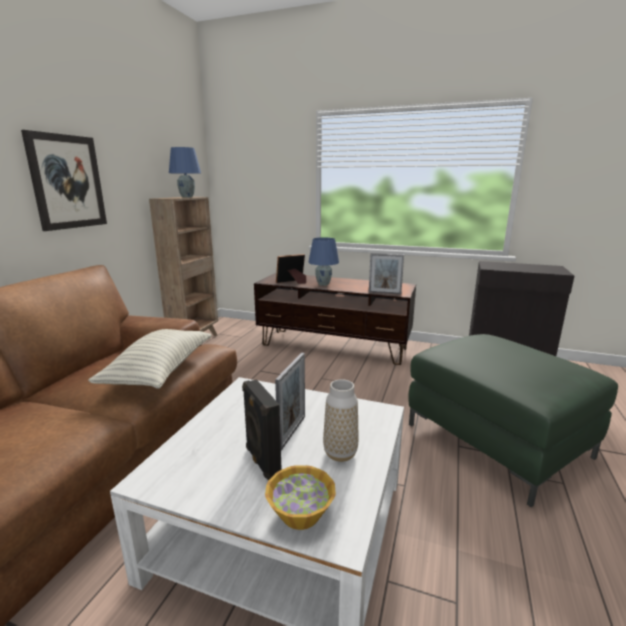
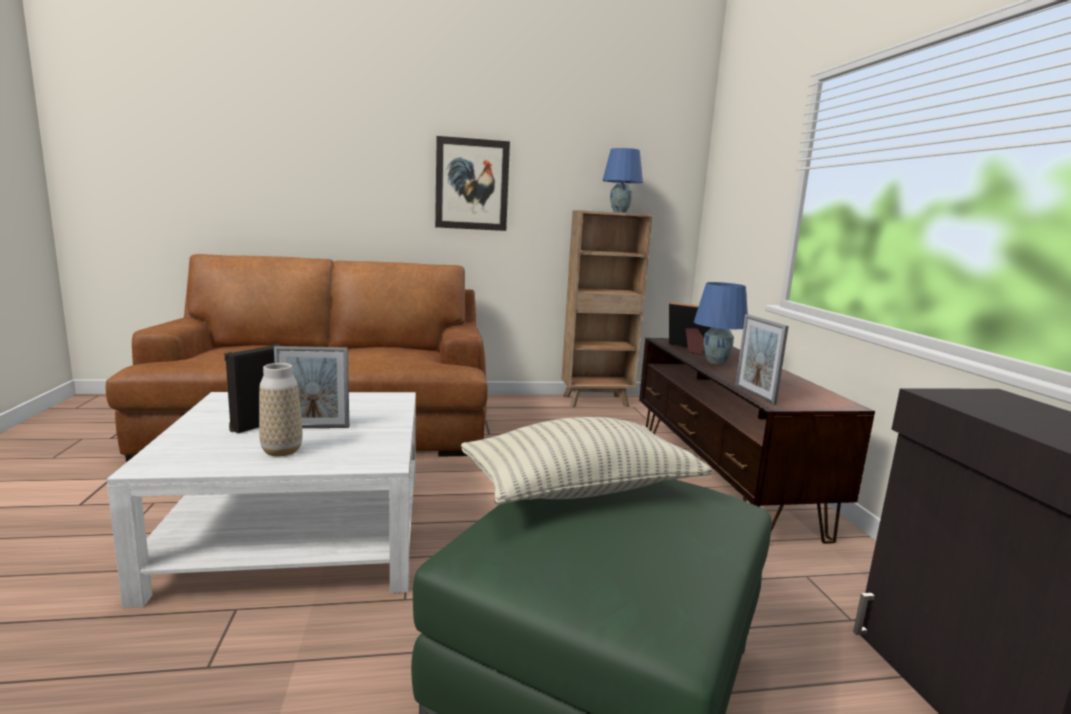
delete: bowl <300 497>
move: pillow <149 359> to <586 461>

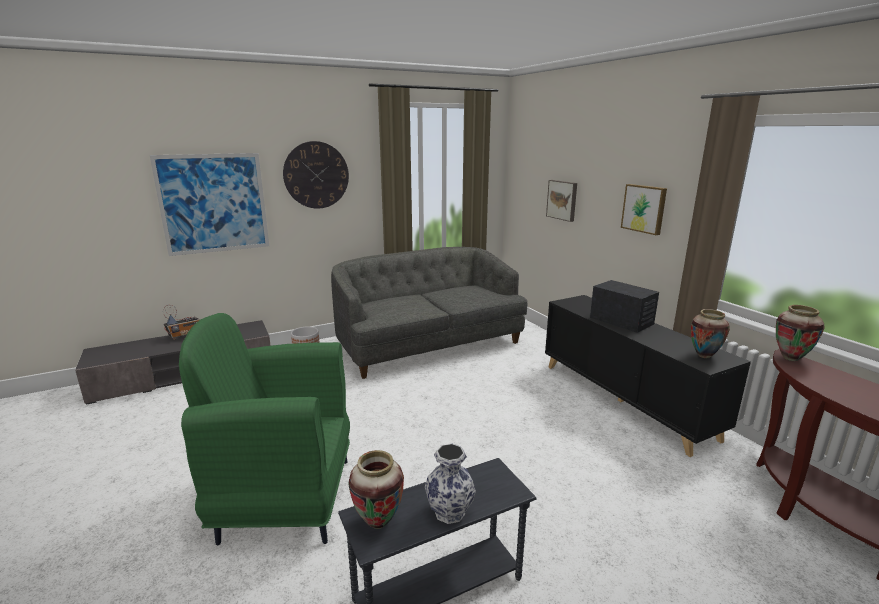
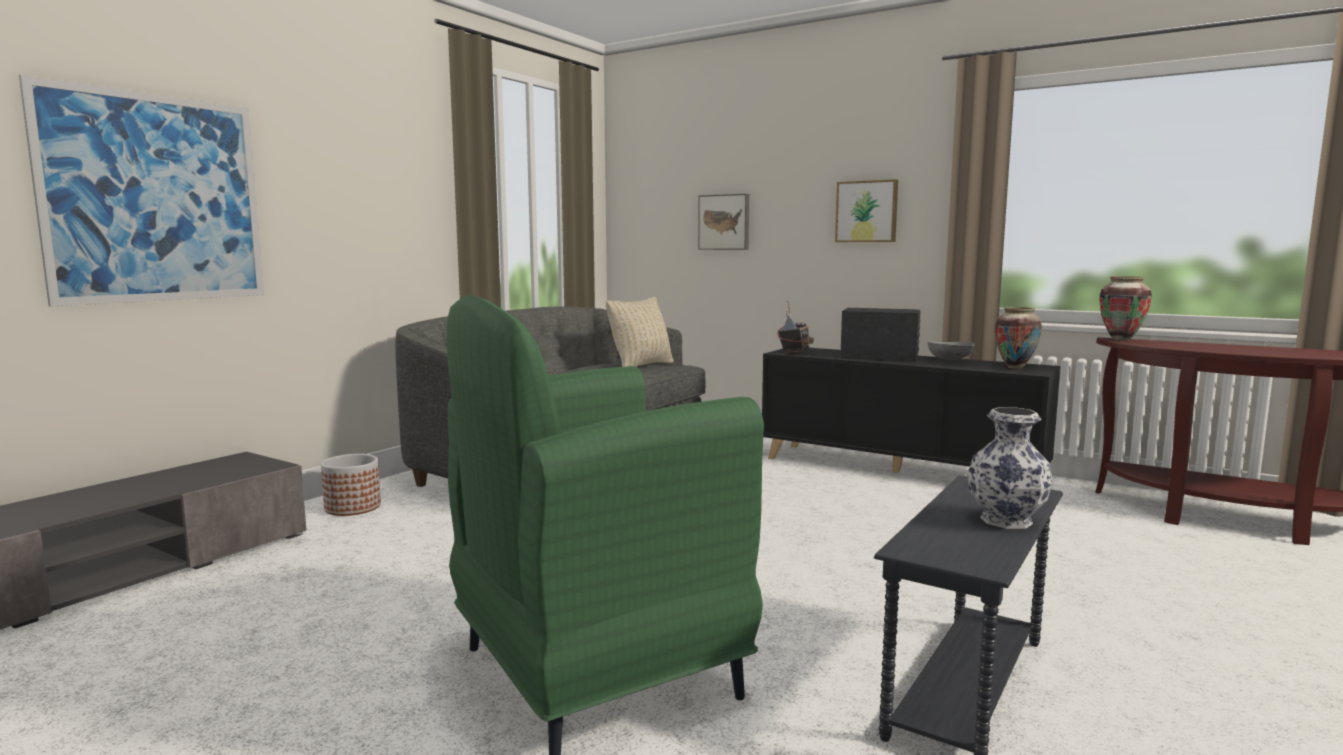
delete: wall clock <316 175>; vase <376 489>
insert: beige pillow <639 332>; grey bowl <951 351>
move: radio <181 322> to <795 327>

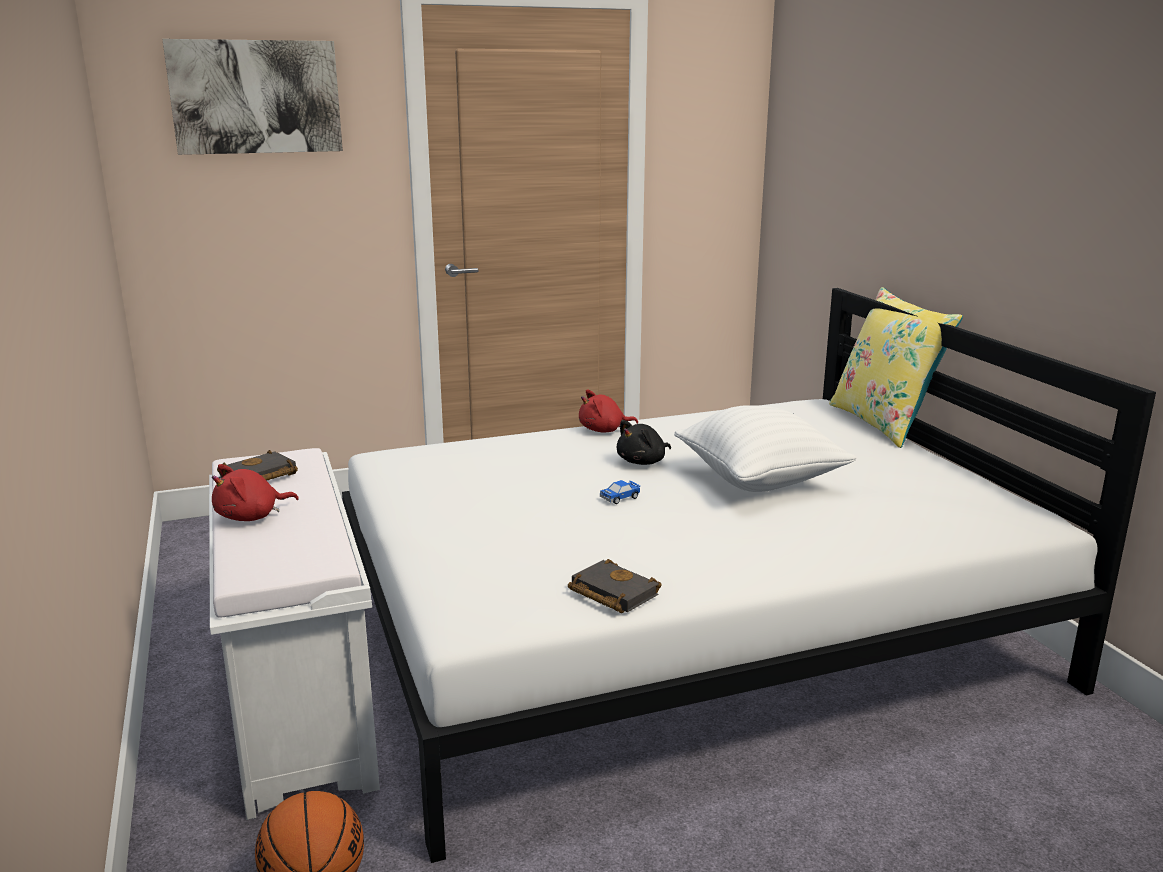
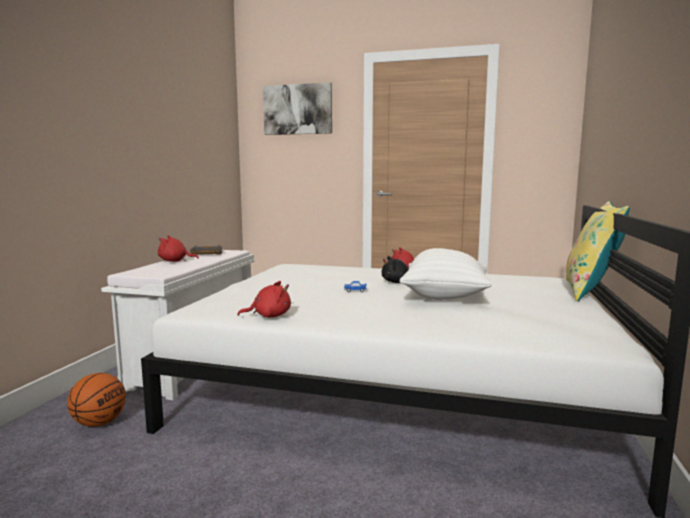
replace: black book <614 586> to red plush toy <264 299>

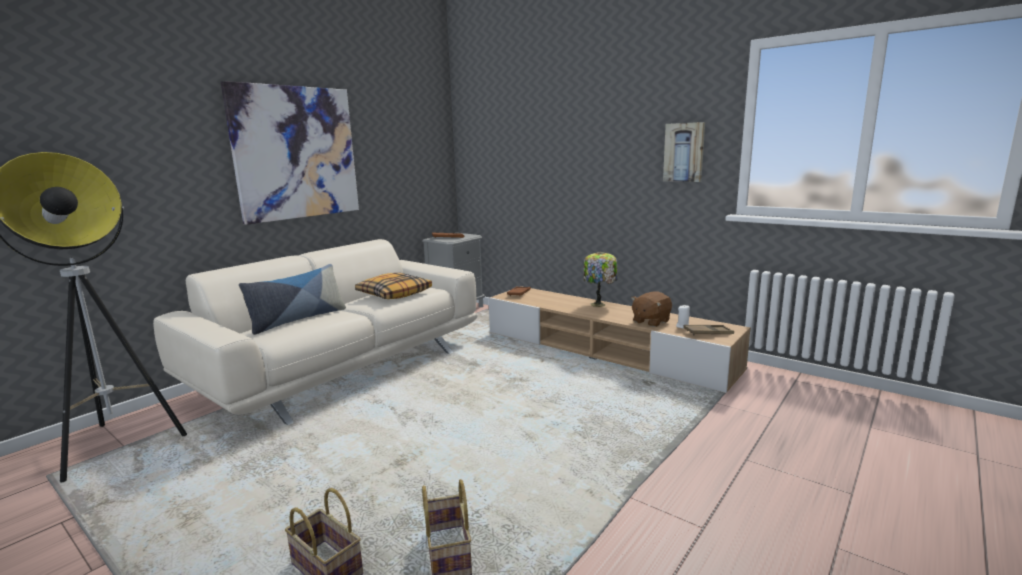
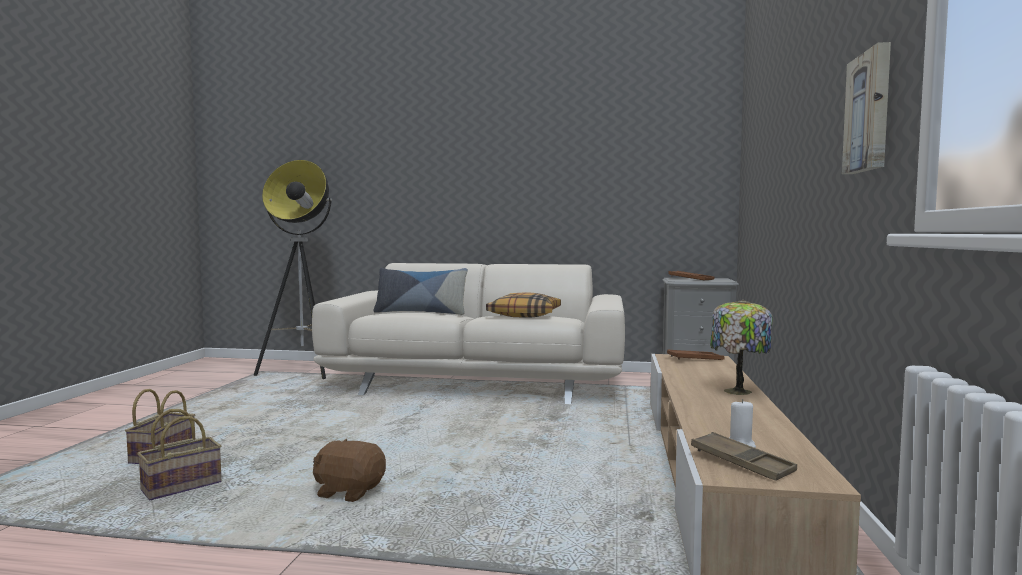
delete: picture <290 153>
move: brown plush toy <651 309> to <349 470>

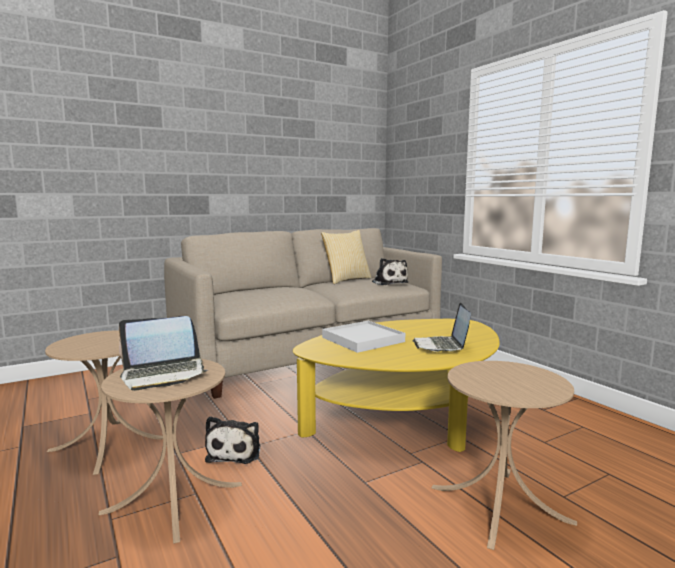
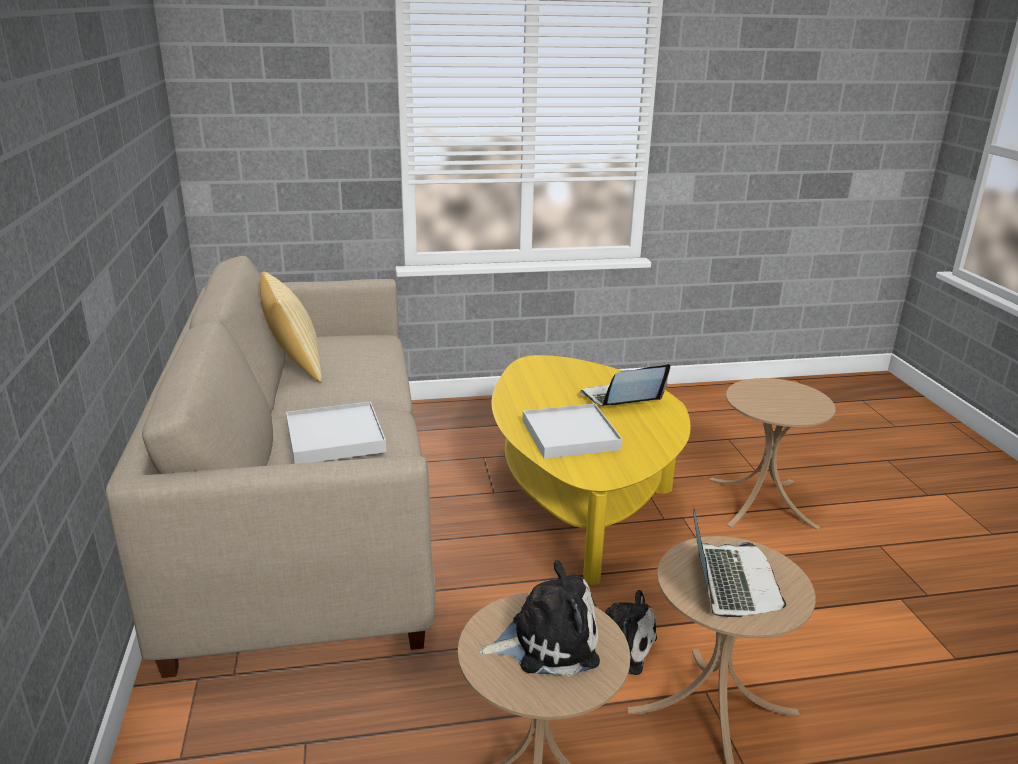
insert: white tray <336 432>
move: plush toy <390 271> to <539 618>
rotate: laptop <442 327> = <625 385> 135 degrees clockwise

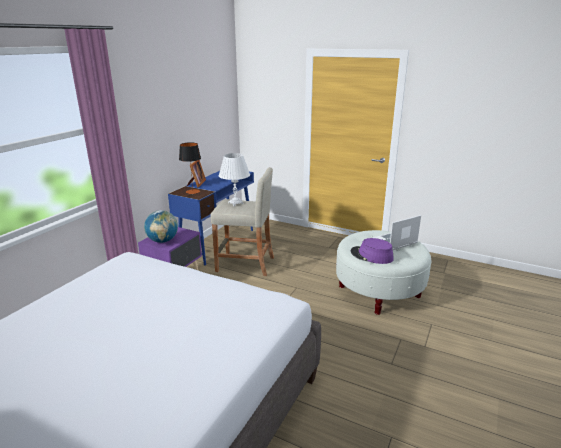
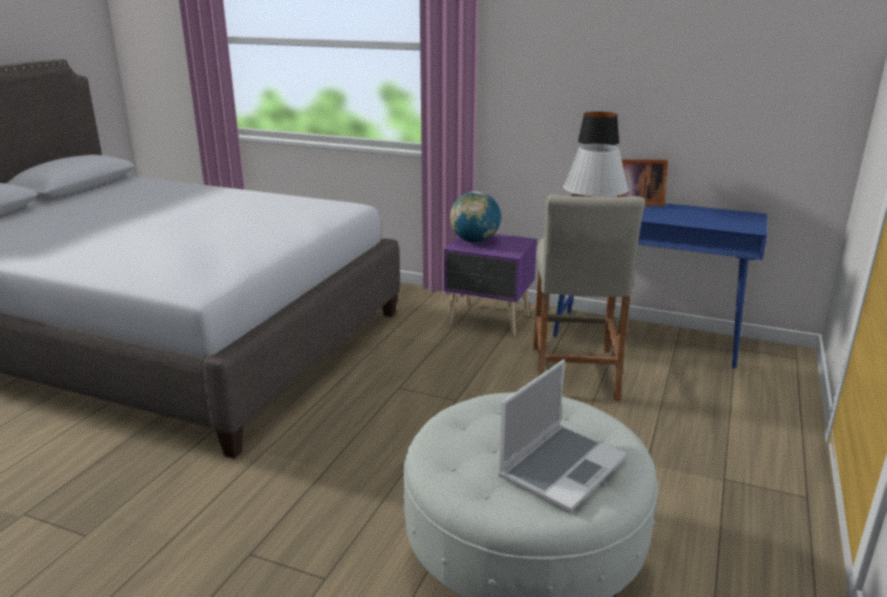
delete: purple hat <372 251>
rotate: laptop <397 232> = <562 435> 75 degrees clockwise

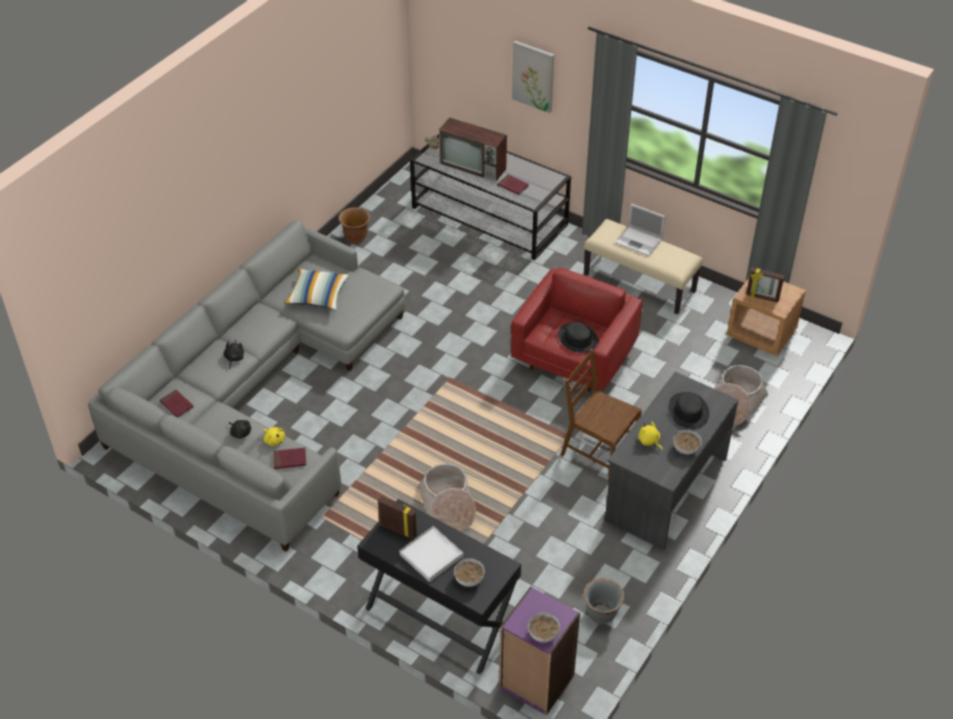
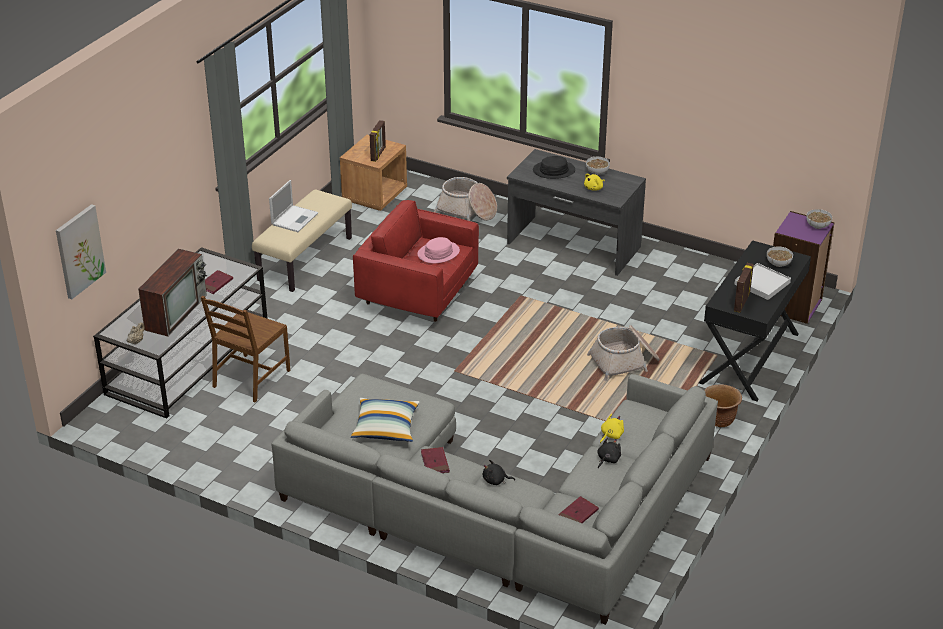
delete: grey planter <604 601>
move: red book <290 458> to <435 460>; brown planter <354 225> to <723 405>; picture <533 76> to <81 251>; brown chair <601 414> to <245 349>
recolor: black hat <578 337> to pink hat <439 250>

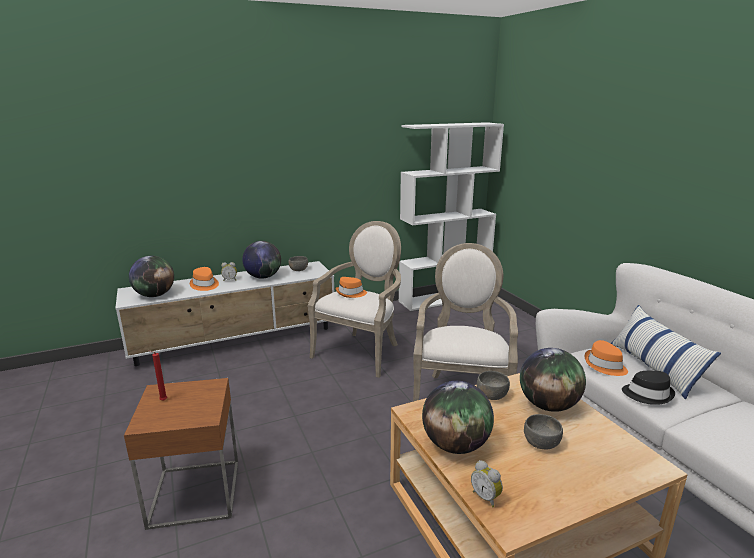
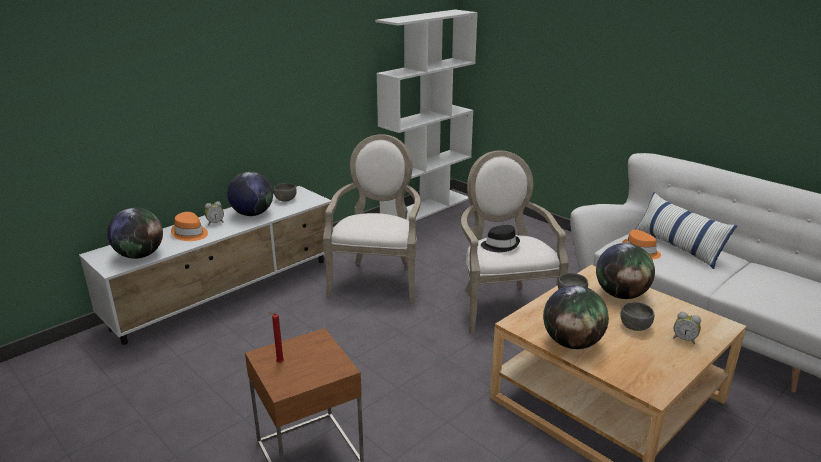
delete: orange hat <351 287>
move: alarm clock <487 483> to <687 328>; black hat <648 387> to <500 238>

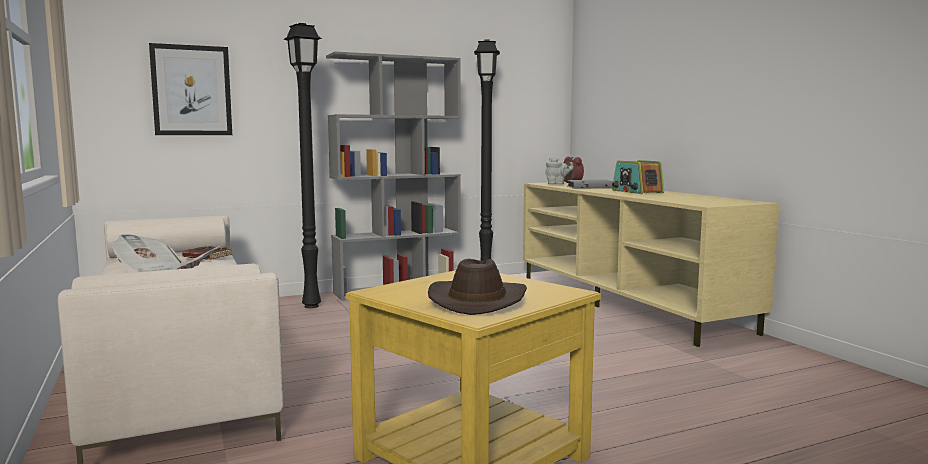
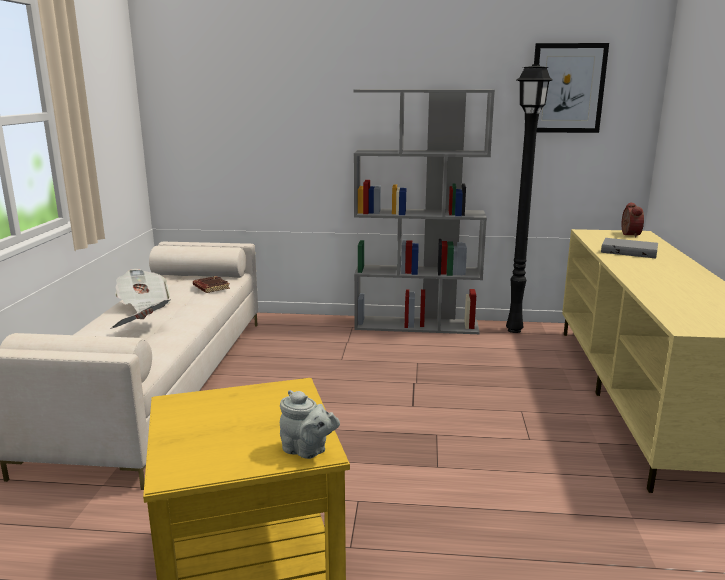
delete: black floor lamp <302 165>; brown hat <477 287>; radio <638 177>
move: picture <190 89> to <571 88>; grey teapot <559 171> to <310 424>

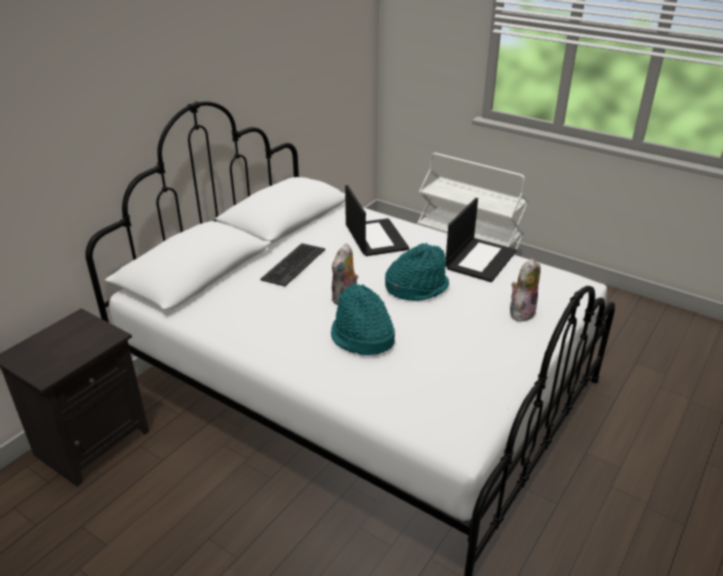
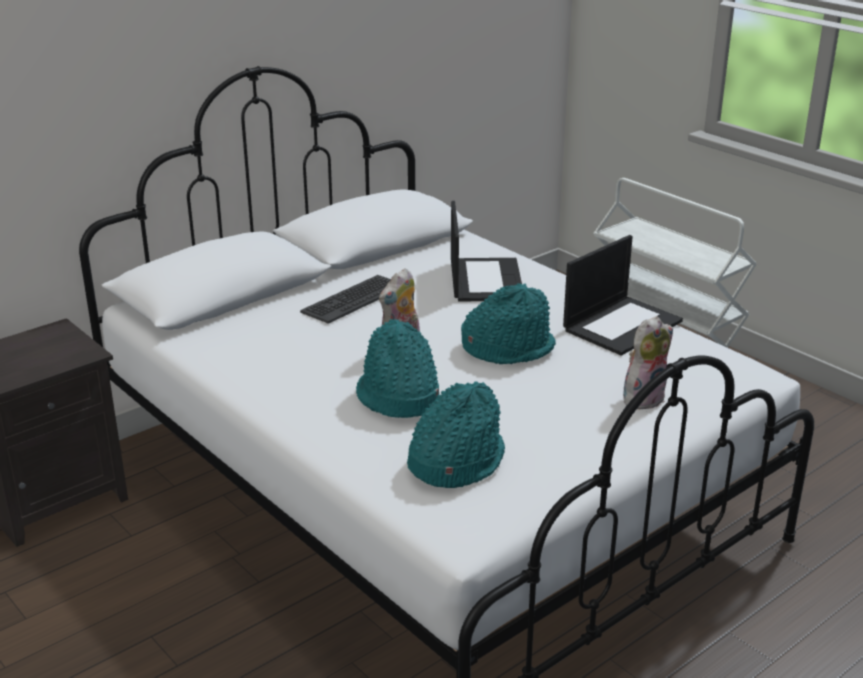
insert: turquoise hat <456 435>

